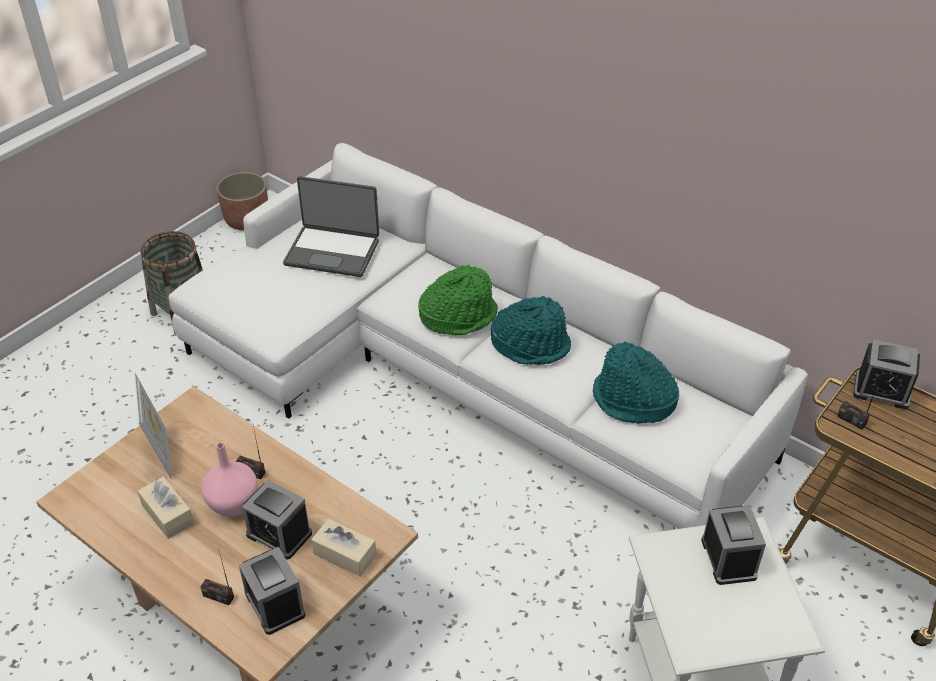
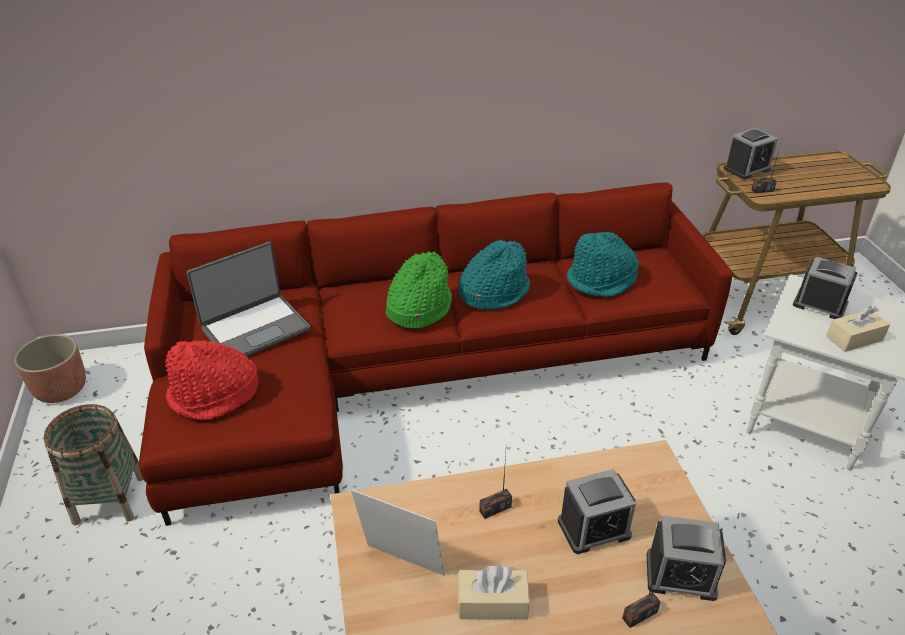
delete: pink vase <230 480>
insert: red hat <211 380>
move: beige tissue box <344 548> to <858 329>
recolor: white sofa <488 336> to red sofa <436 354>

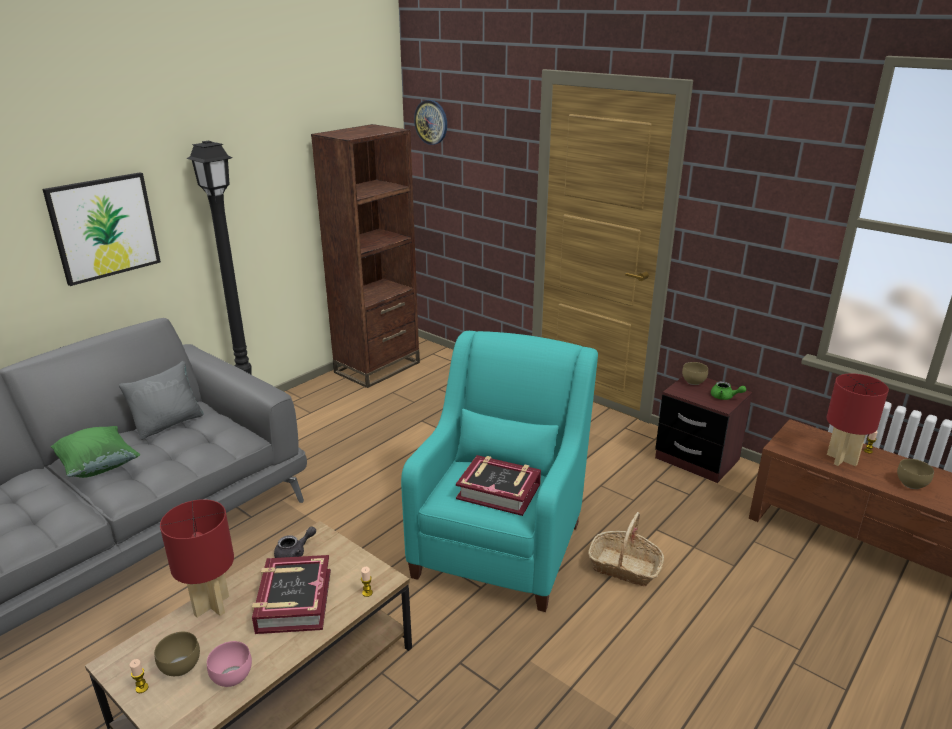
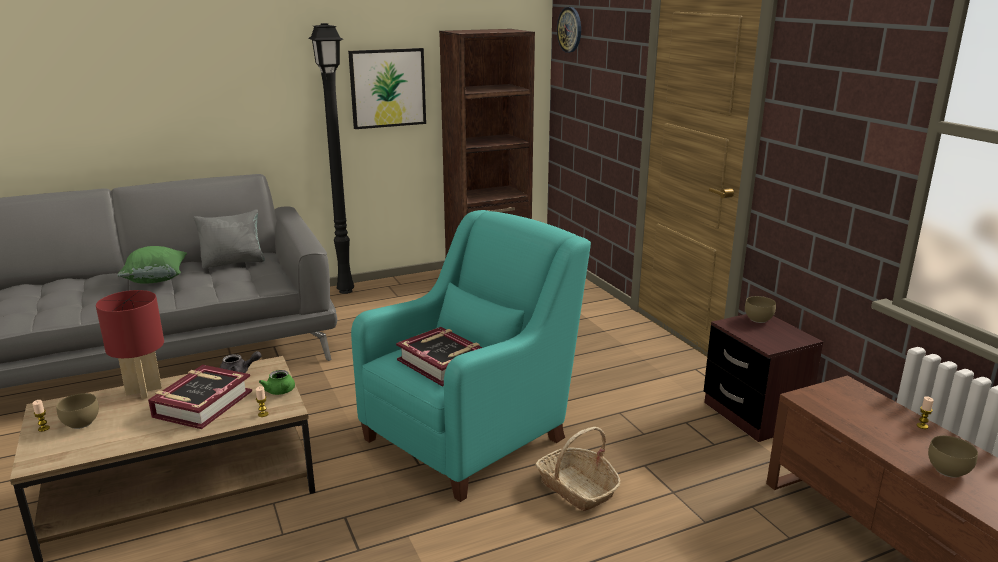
delete: pink bowl <229 664>; red table lamp <857 419>
move: picture <102 229> to <387 88>; green teapot <728 390> to <277 382>

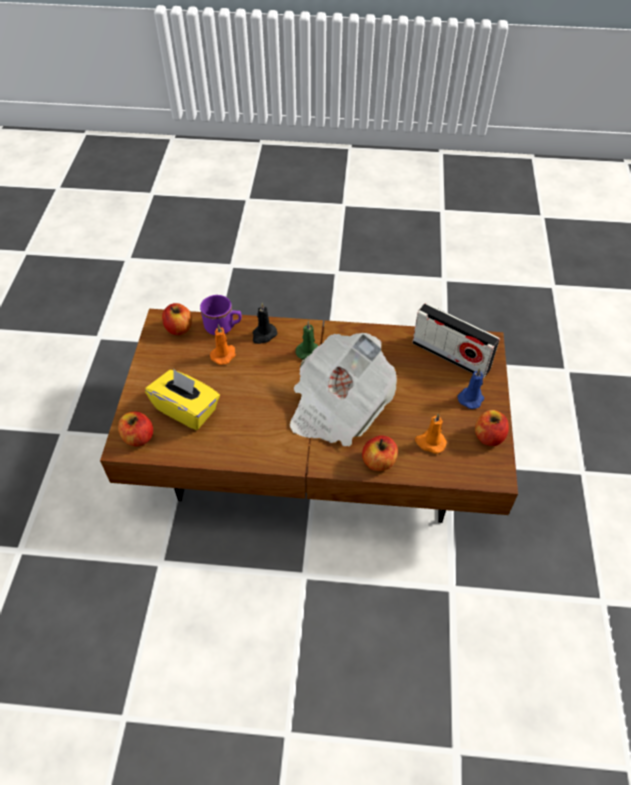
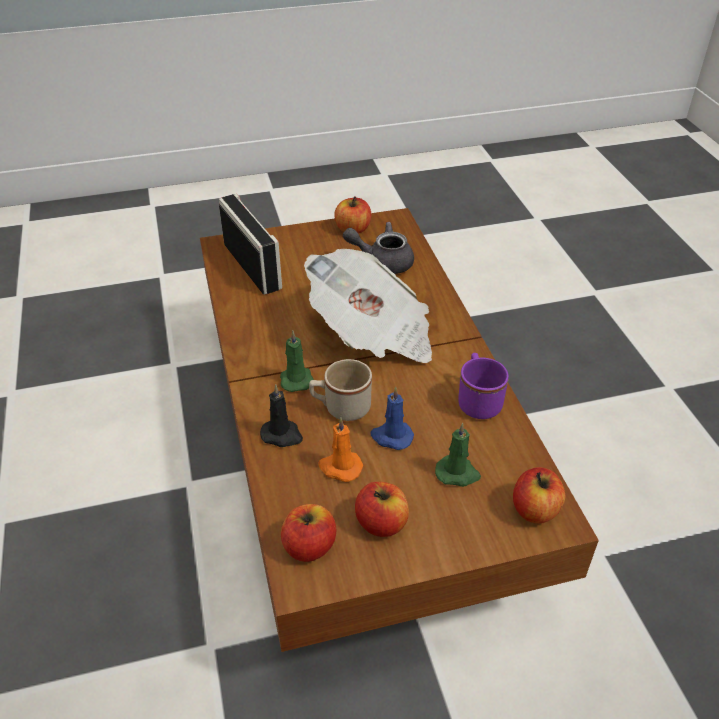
insert: beige mug <340 390>
move: purple mug <221 315> to <483 386>; apple <380 453> to <382 509>; blue candle <471 388> to <392 418>
replace: yellow tissue box <182 399> to green candle <458 455>; orange candle <431 433> to grey teapot <378 248>
rotate: radio <456 340> = <250 244> 45 degrees counterclockwise

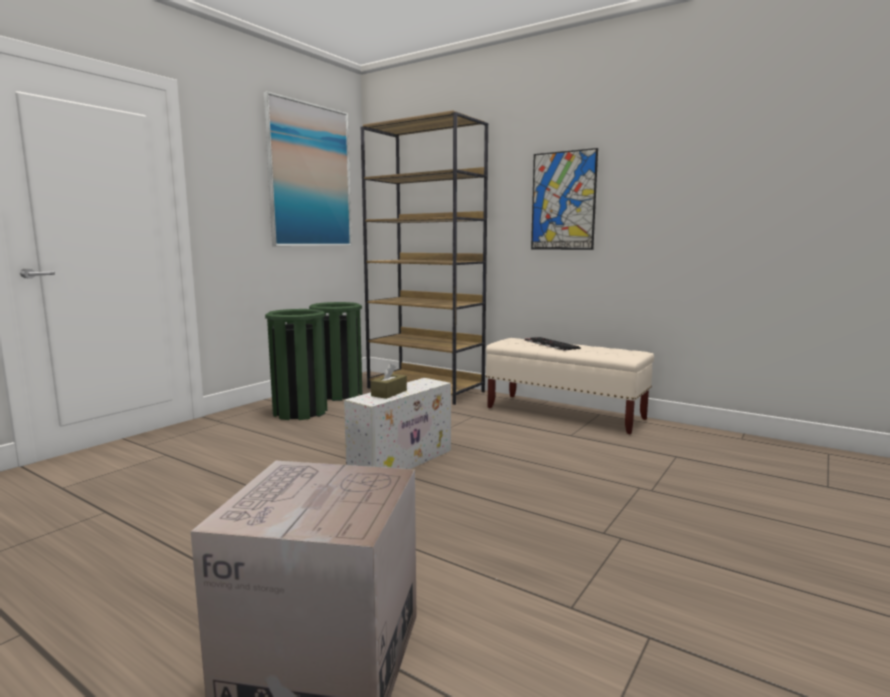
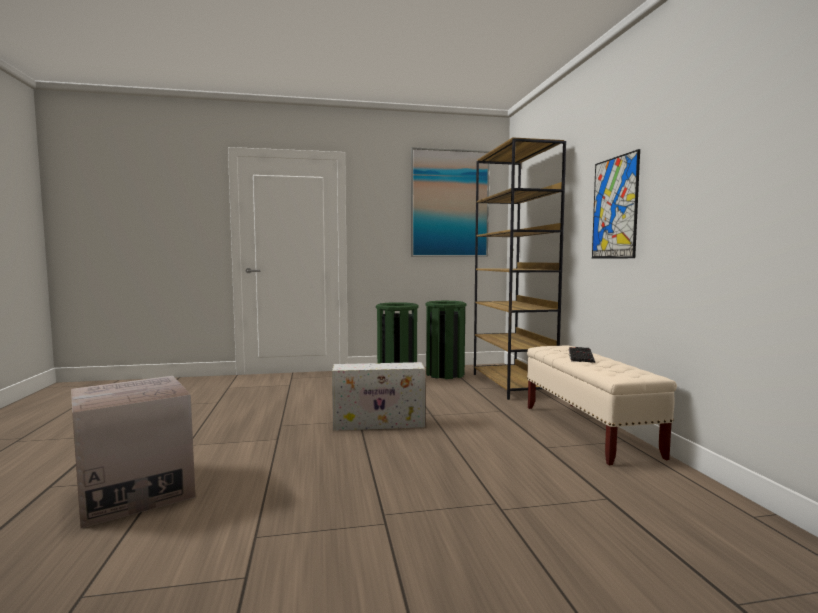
delete: brown tissue box <389 381>

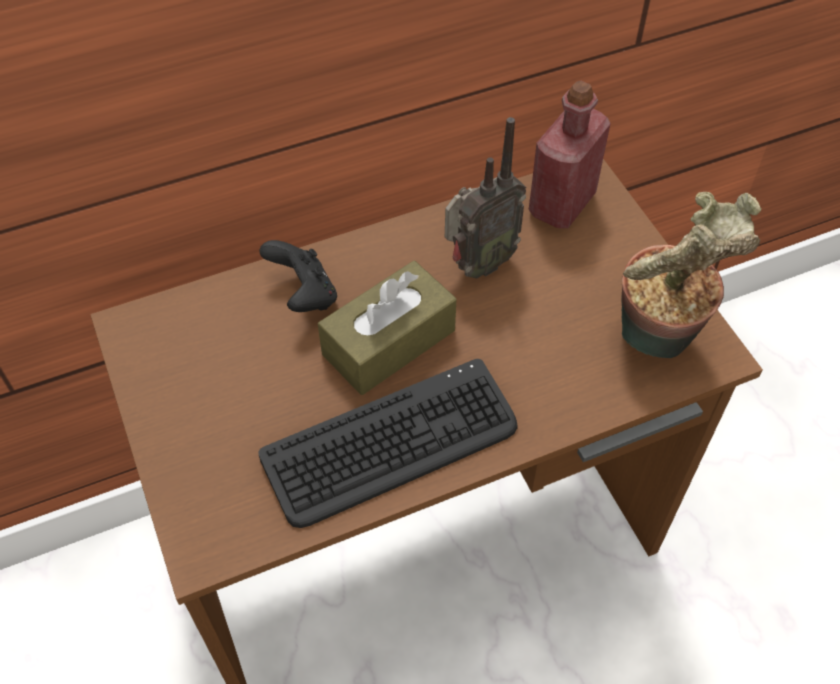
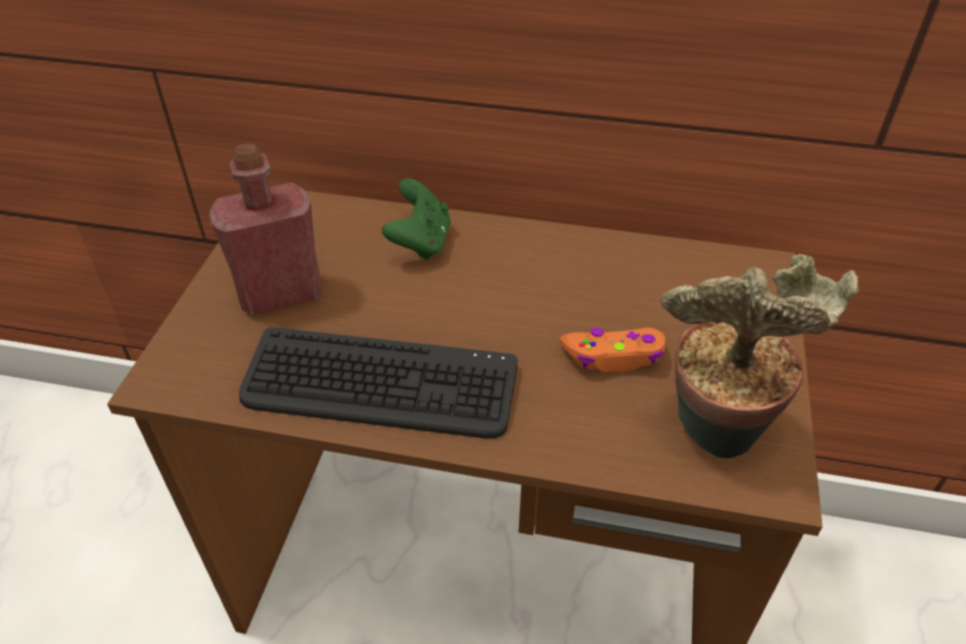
delete: brown tissue box <387 328>; radio <485 198>
insert: orange game controller <612 350>
move: red bottle <570 154> to <265 229>
recolor: black game controller <298 276> to green game controller <416 219>

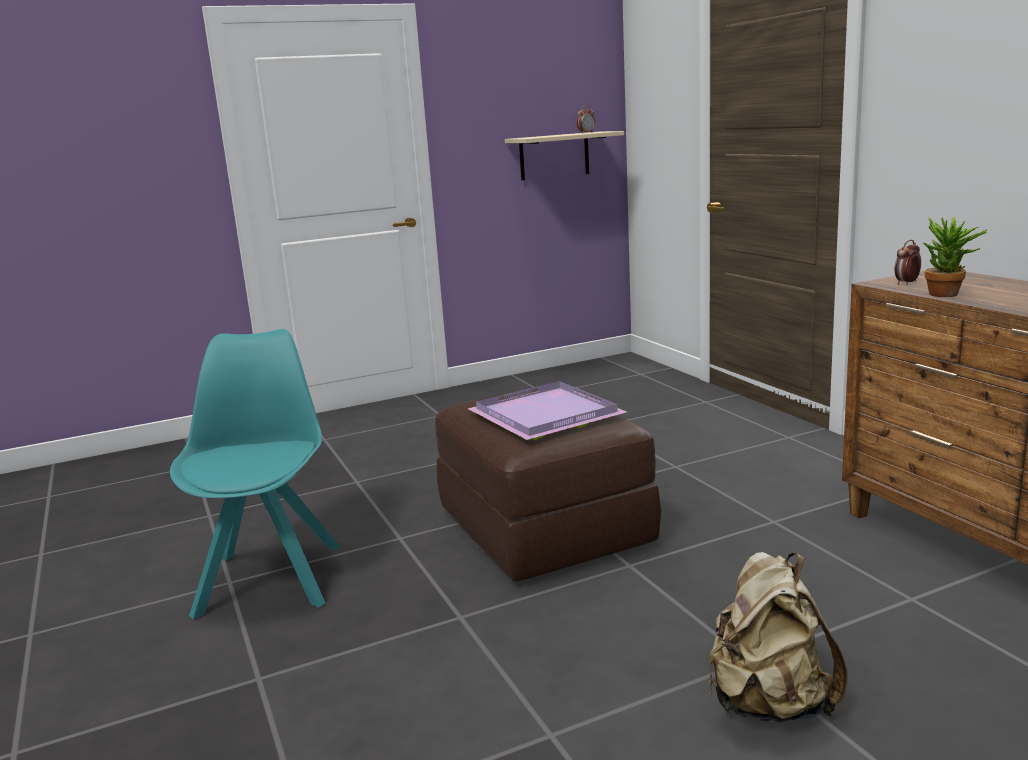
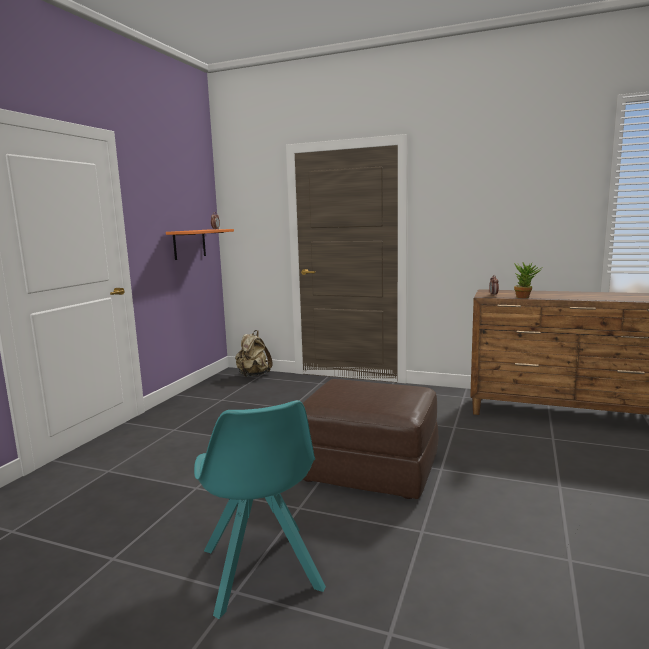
delete: purple tray <547 410>
move: beige backpack <778 637> to <253 353>
recolor: beige shelf <564 155> to orange shelf <200 244>
rotate: turquoise chair <255 474> = <260 509> 150 degrees counterclockwise

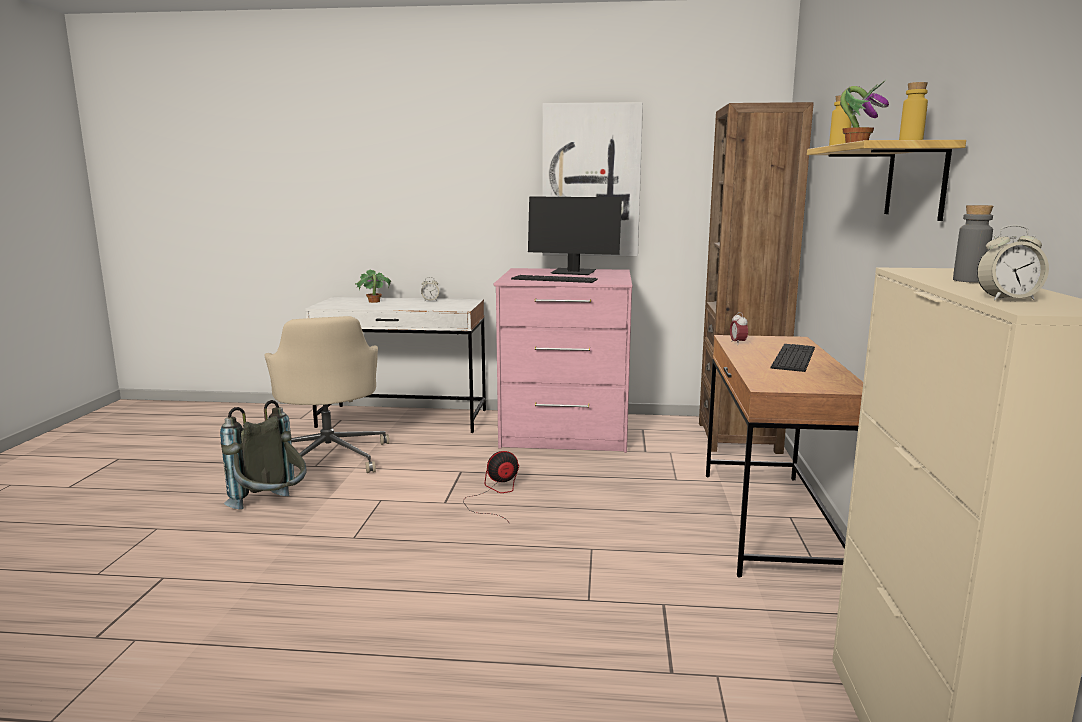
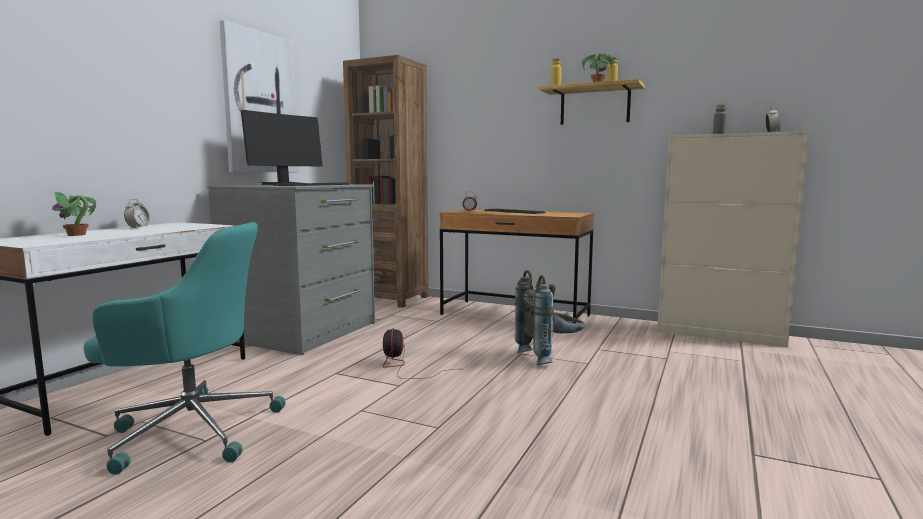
move: grey backpack <263 454> to <550 317>
recolor: beige office chair <326 394> to turquoise office chair <185 348>; pink dresser <563 360> to grey dresser <291 269>

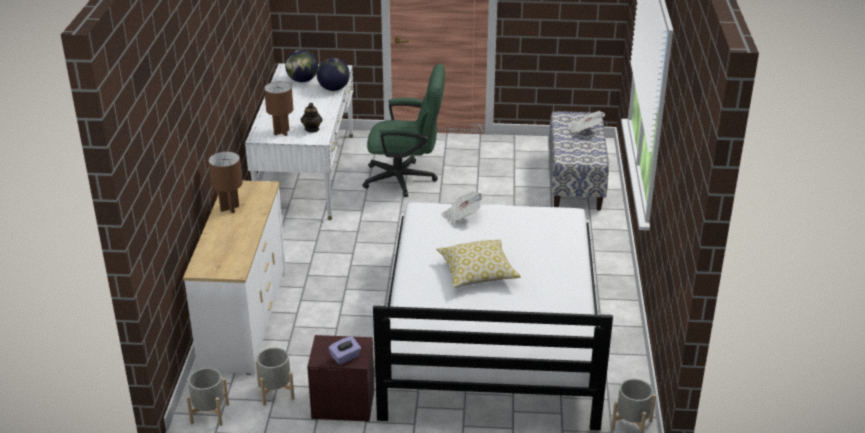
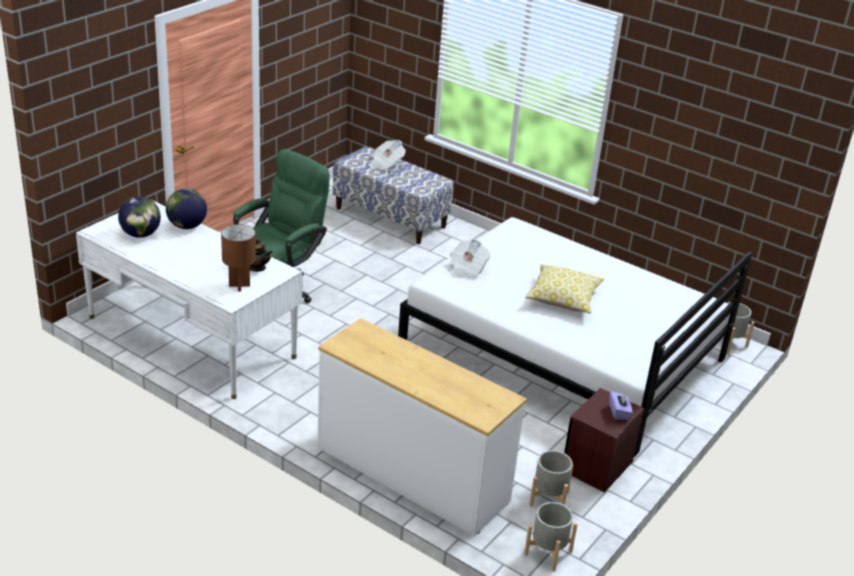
delete: brown table lamp <225 182>

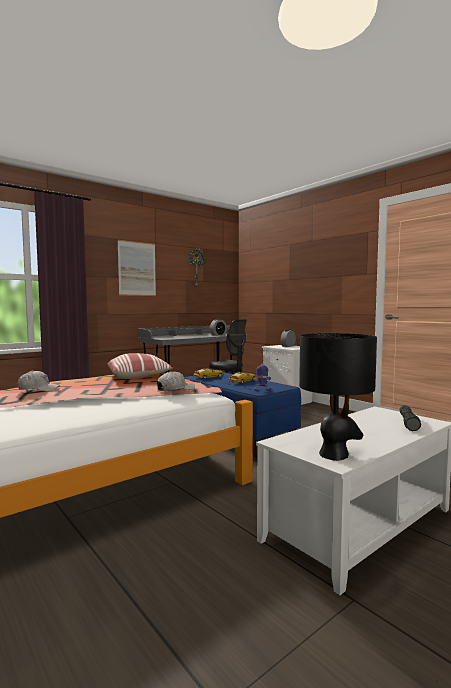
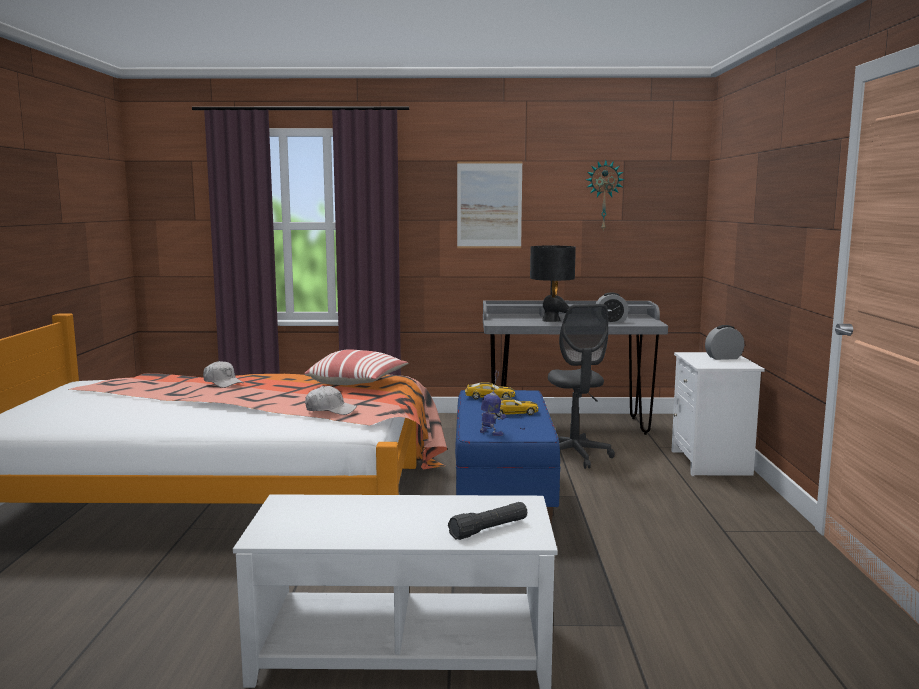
move: black table lamp <338 397> to <553 284>

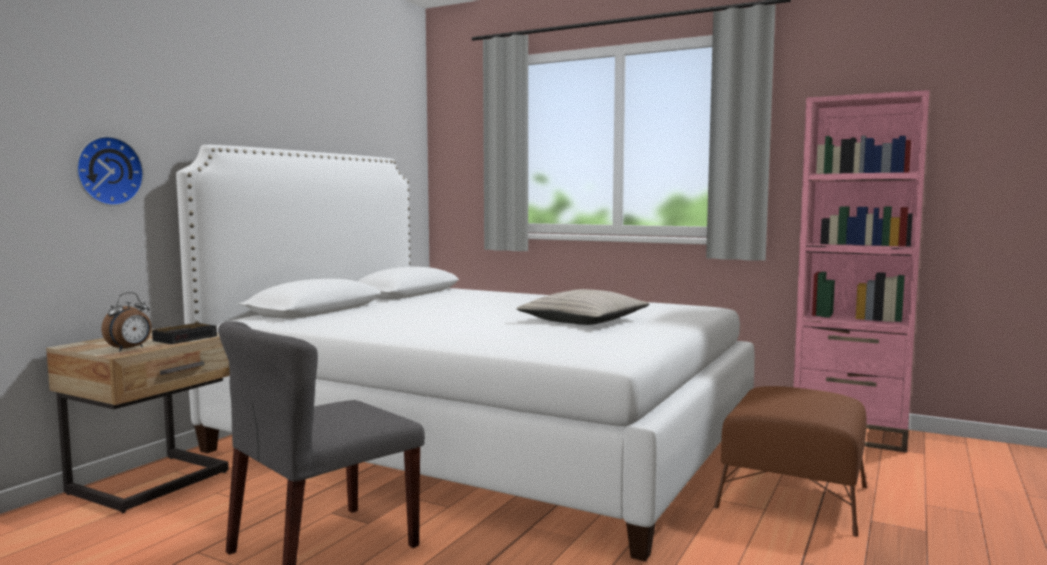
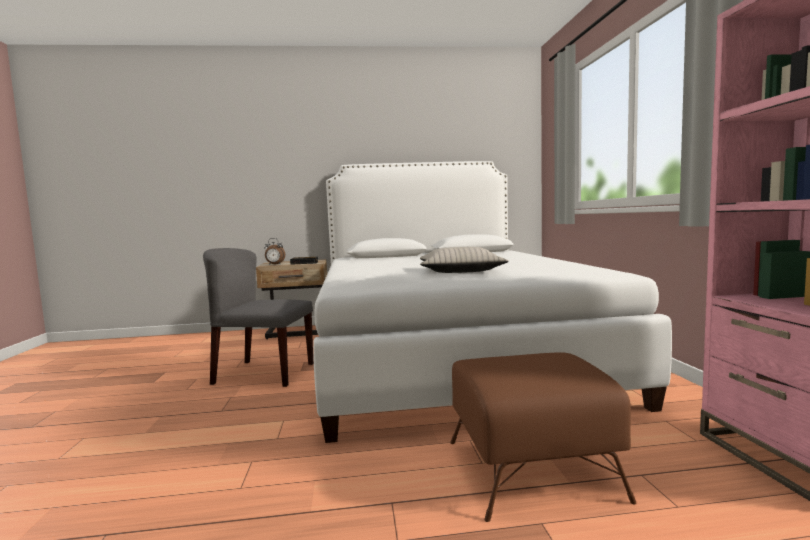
delete: wall clock <110 171>

